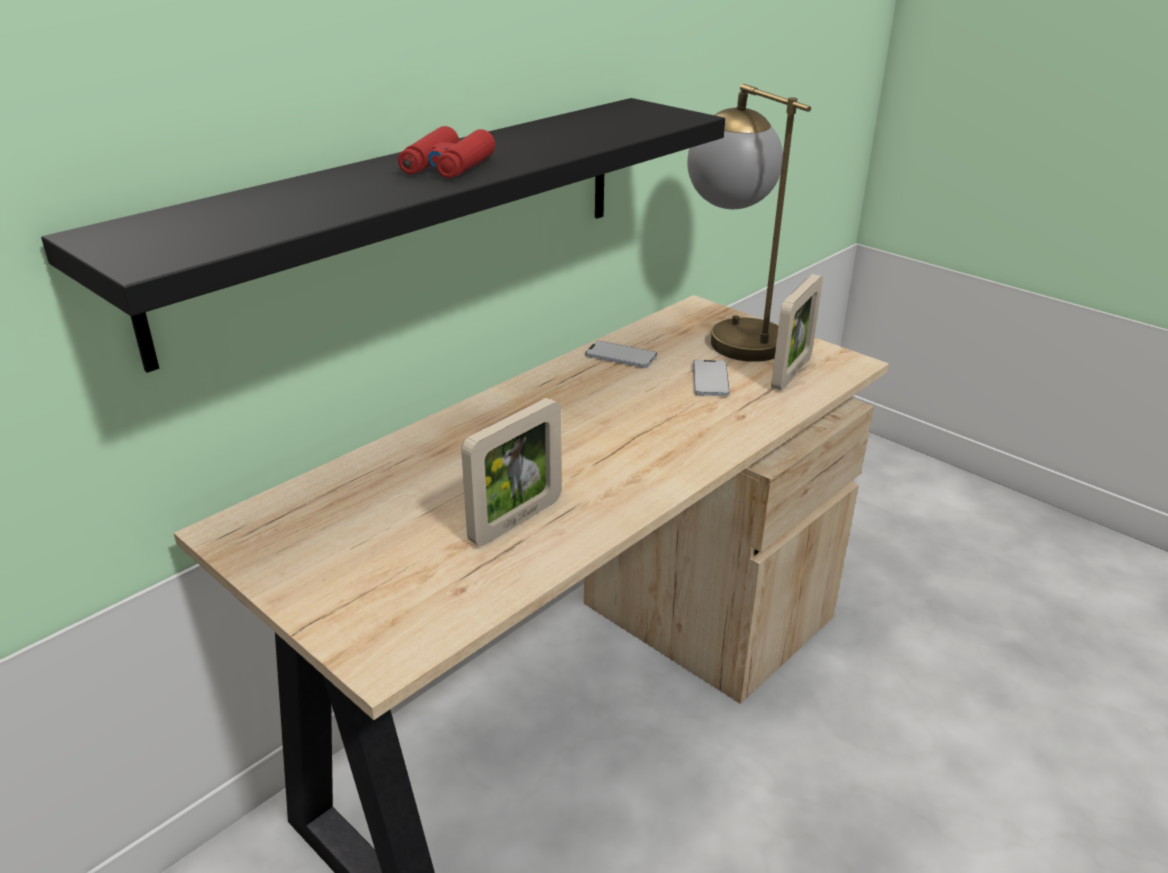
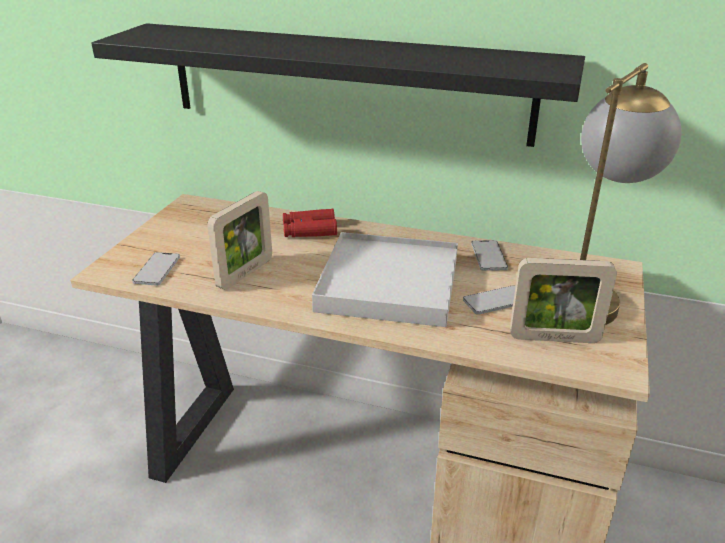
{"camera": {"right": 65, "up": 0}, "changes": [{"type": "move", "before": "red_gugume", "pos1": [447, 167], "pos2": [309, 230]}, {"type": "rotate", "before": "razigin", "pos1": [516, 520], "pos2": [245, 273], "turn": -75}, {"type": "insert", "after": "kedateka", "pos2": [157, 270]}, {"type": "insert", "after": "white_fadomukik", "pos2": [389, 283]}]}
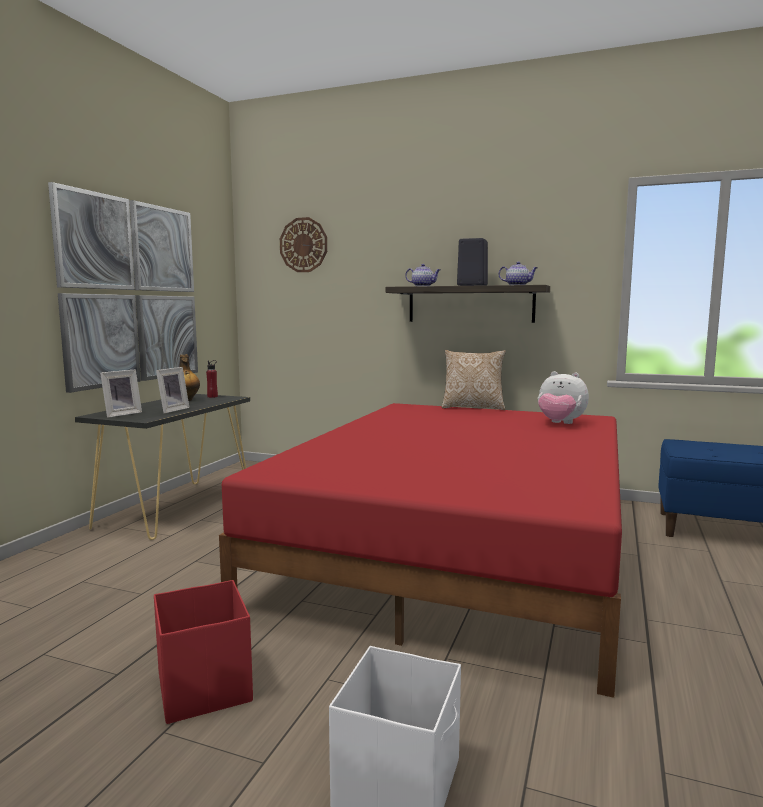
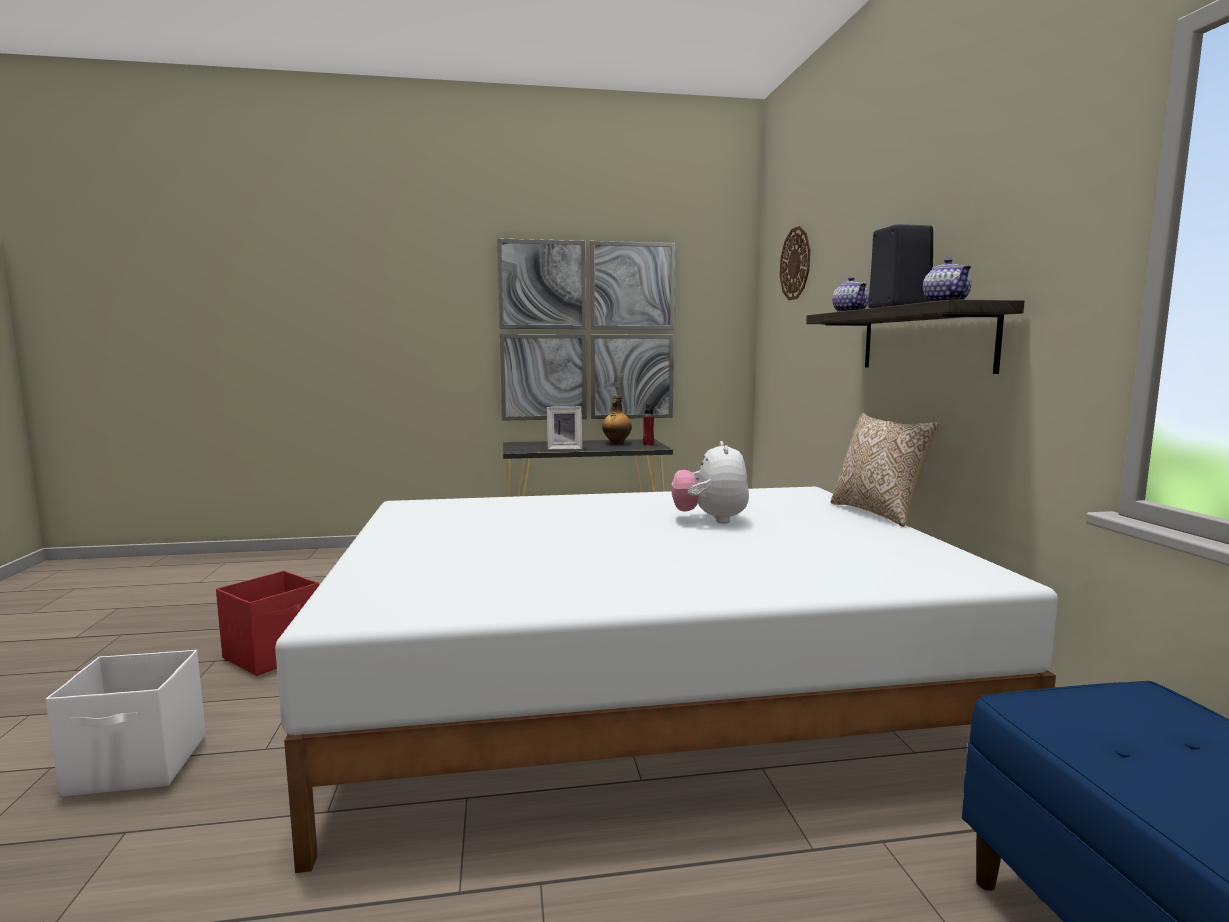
{"camera": {"right": 60, "up": 0}, "changes": [{"type": "delete", "before": "razigin", "pos1": [121, 414]}, {"type": "recolor", "before": "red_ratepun", "after": "white_ratepun", "pos1": [459, 549], "pos2": [644, 689]}, {"type": "move", "before": "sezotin", "pos1": [560, 423], "pos2": [710, 520]}]}
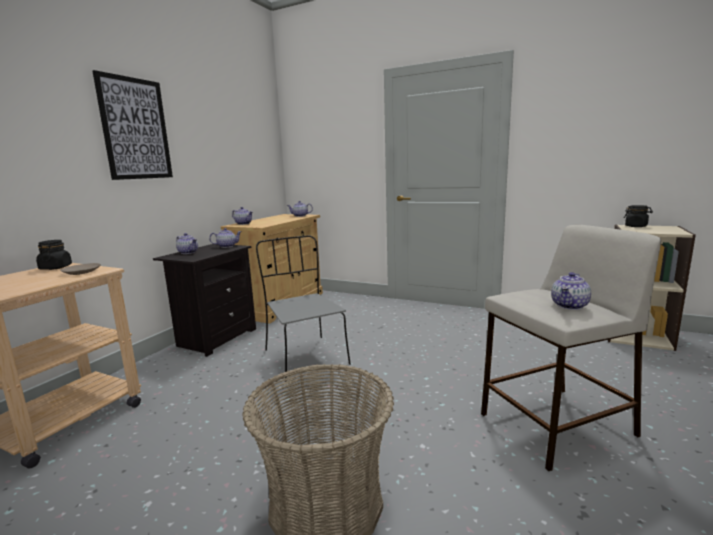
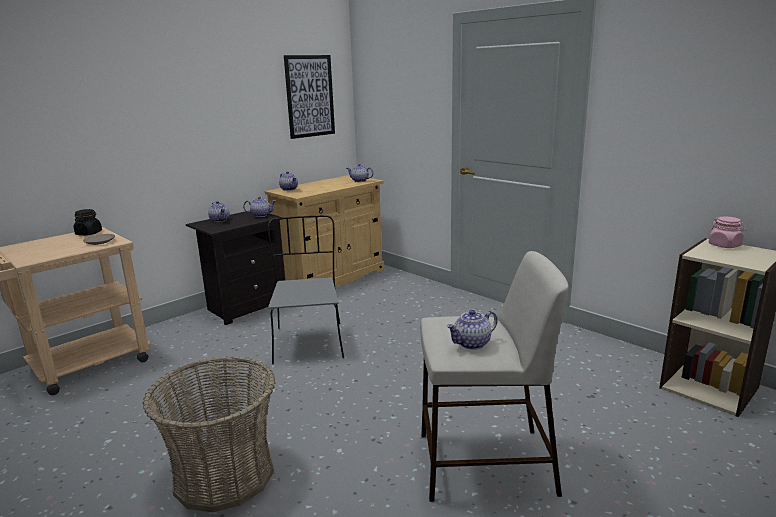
{"camera": {"right": 20, "up": 5}, "changes": [{"type": "move", "before": "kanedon", "pos1": [135, 129], "pos2": [310, 96]}, {"type": "recolor", "before": "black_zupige", "after": "pink_zupige", "pos1": [636, 226], "pos2": [724, 245]}]}
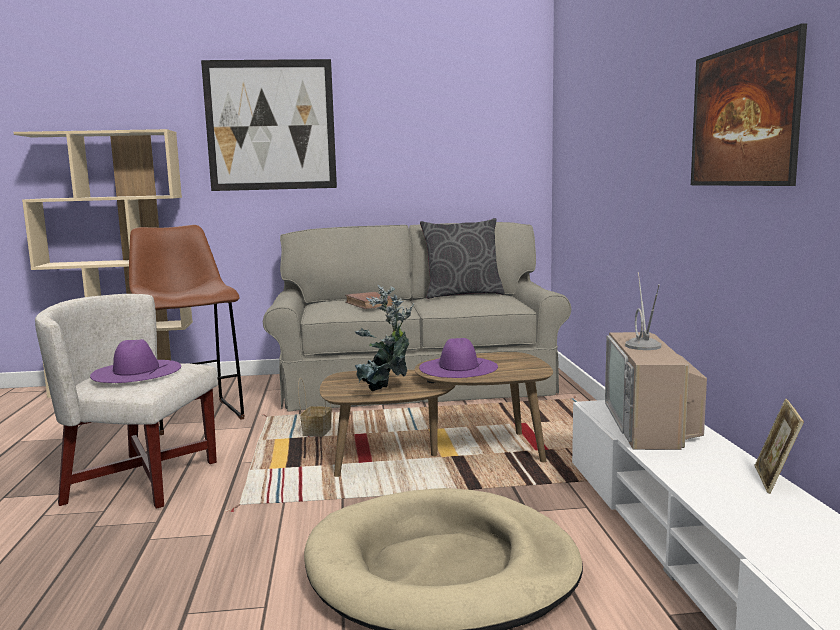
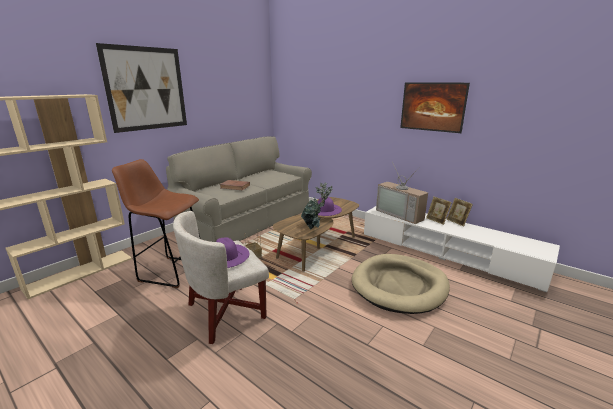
{"camera": {"right": -45, "up": 10}, "changes": [{"type": "delete", "before": "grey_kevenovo", "pos1": [462, 294]}, {"type": "insert", "after": "razigin", "pos2": [437, 220]}]}
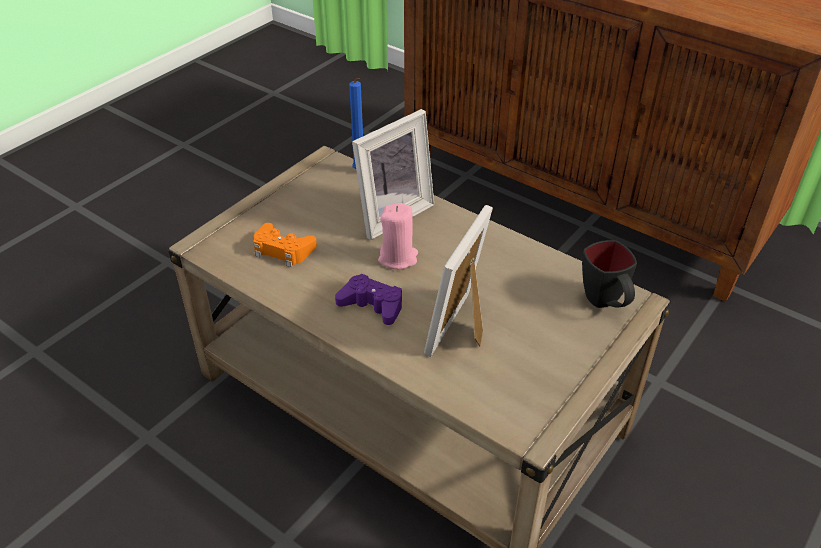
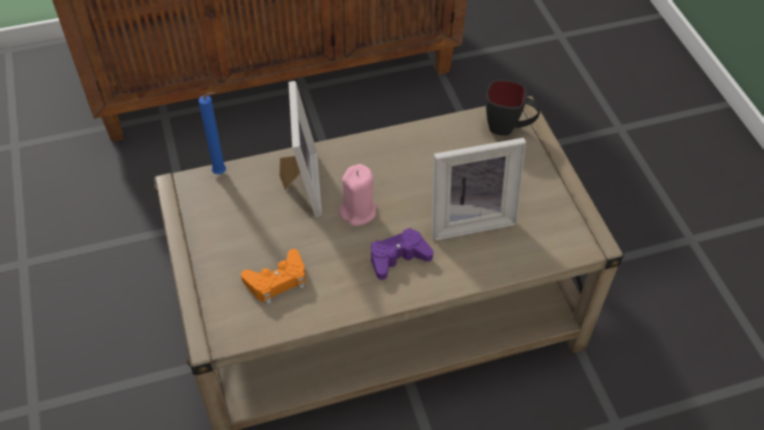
{"camera": {"right": -55, "up": 10}, "changes": [{"type": "rotate", "before": "razigin", "pos1": [464, 328], "pos2": [469, 218], "turn": -75}]}
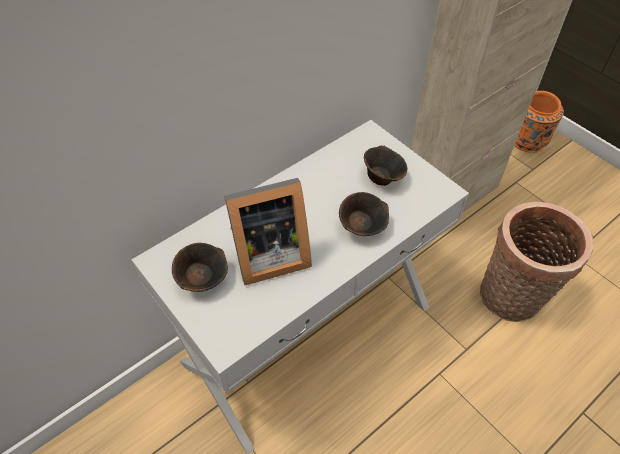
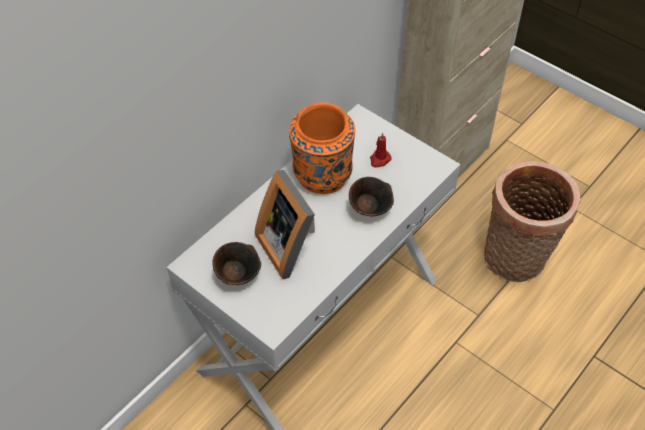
{"camera": {"right": -10, "up": 0}, "changes": [{"type": "rotate", "before": "razigin", "pos1": [267, 255], "pos2": [290, 246], "turn": 90}, {"type": "replace", "before": "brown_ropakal", "after": "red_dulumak", "pos1": [382, 177], "pos2": [379, 160]}, {"type": "move", "before": "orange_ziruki", "pos1": [527, 142], "pos2": [322, 176]}]}
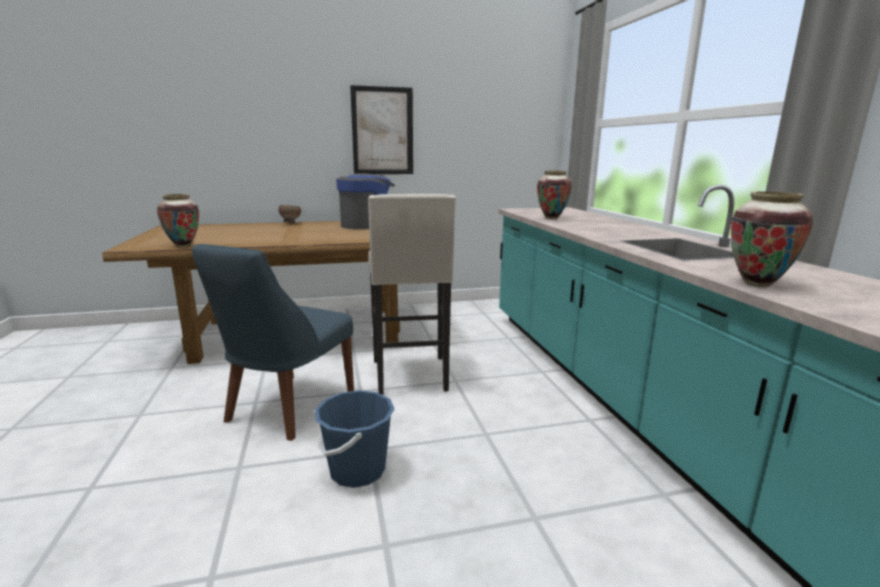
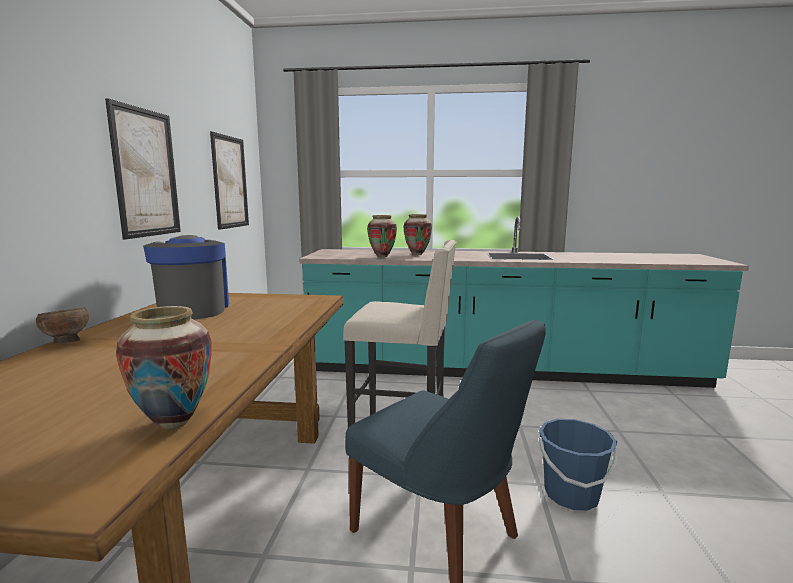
{"camera": {"right": -70, "up": -5}, "changes": [{"type": "move", "before": "ziruki", "pos1": [757, 284], "pos2": [417, 254]}, {"type": "insert", "after": "kanedon", "pos2": [230, 182]}]}
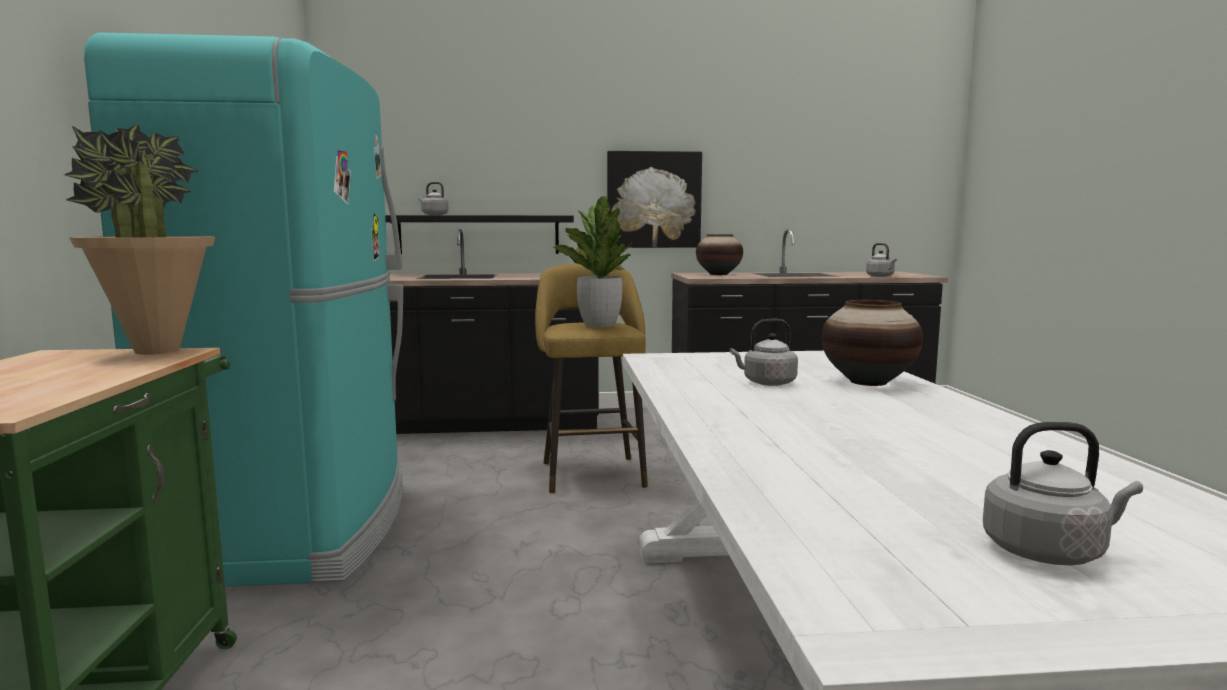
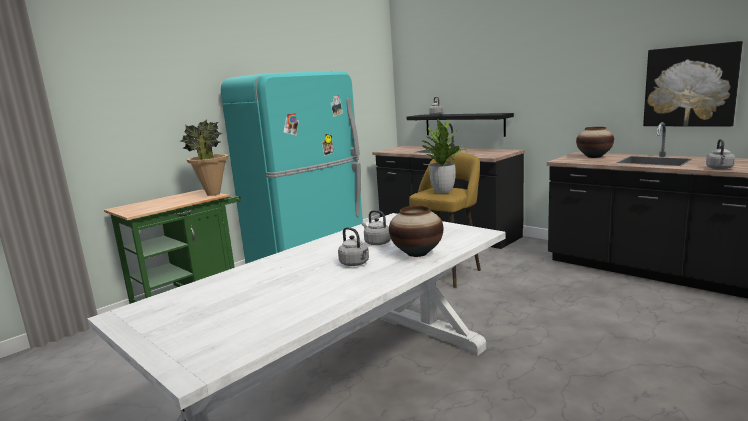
{"camera": {"right": 50, "up": 5}, "changes": [{"type": "move", "before": "kanedon", "pos1": [653, 200], "pos2": [690, 86]}, {"type": "move", "before": "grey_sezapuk", "pos1": [1048, 551], "pos2": [355, 264]}]}
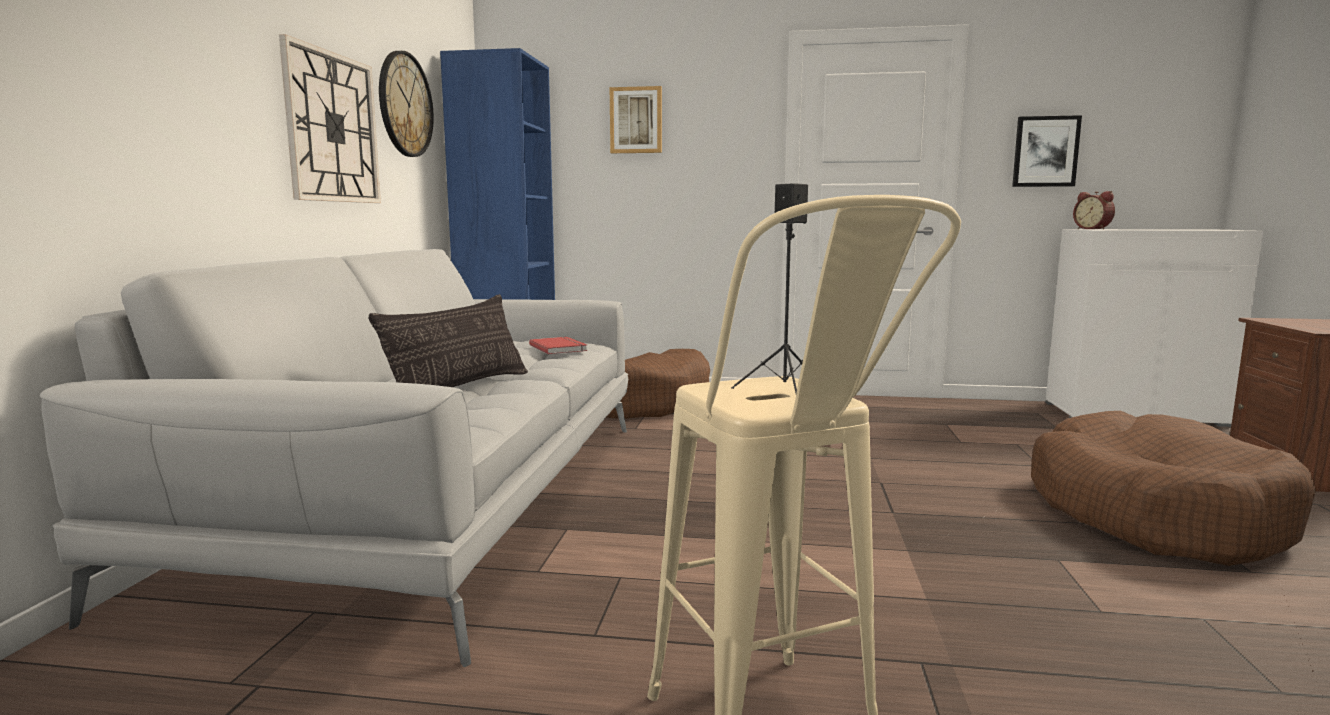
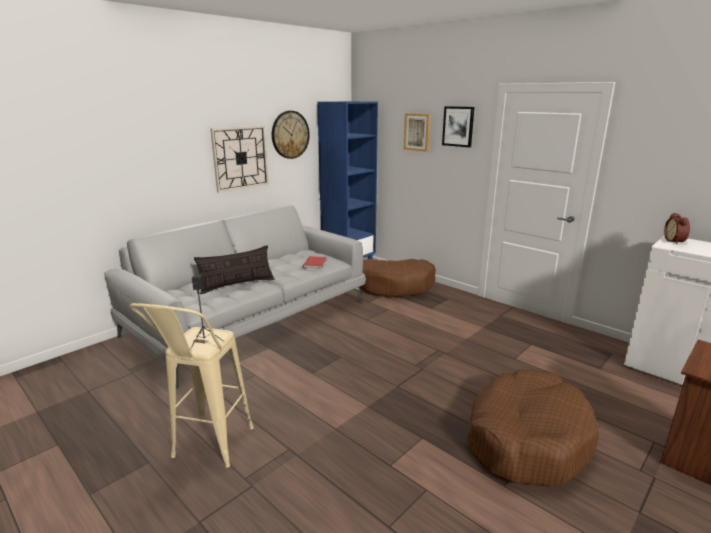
{"camera": {"right": 35, "up": 10}, "changes": [{"type": "move", "before": "kanedon", "pos1": [1045, 151], "pos2": [458, 126]}]}
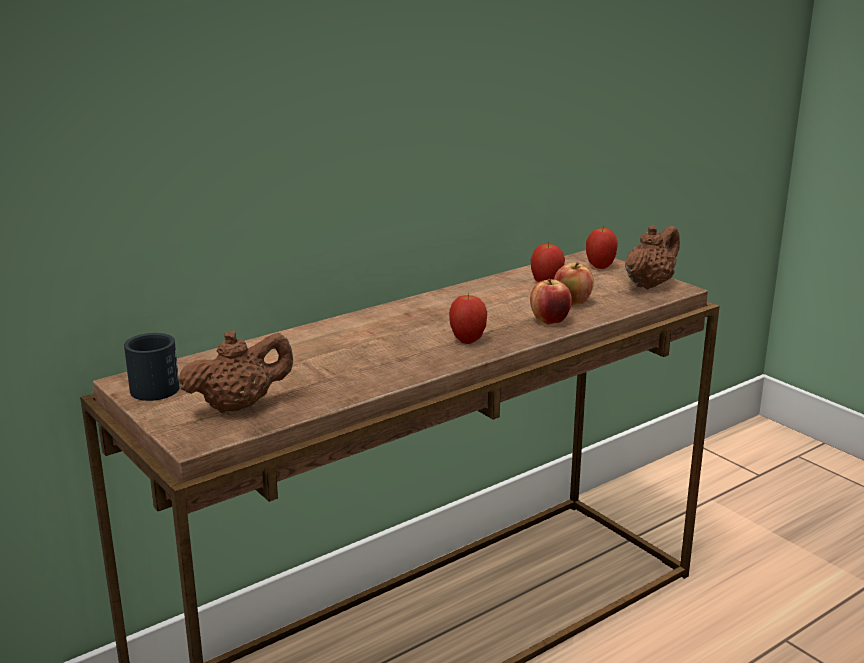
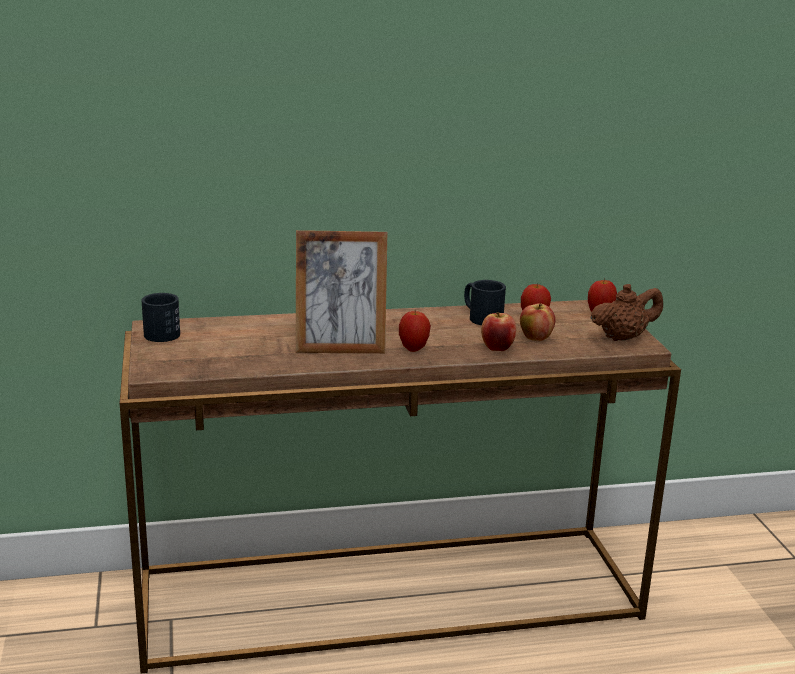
{"camera": {"right": 25, "up": 0}, "changes": [{"type": "delete", "before": "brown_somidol", "pos1": [239, 406]}, {"type": "insert", "after": "razigin", "pos2": [340, 348]}, {"type": "insert", "after": "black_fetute", "pos2": [481, 317]}]}
